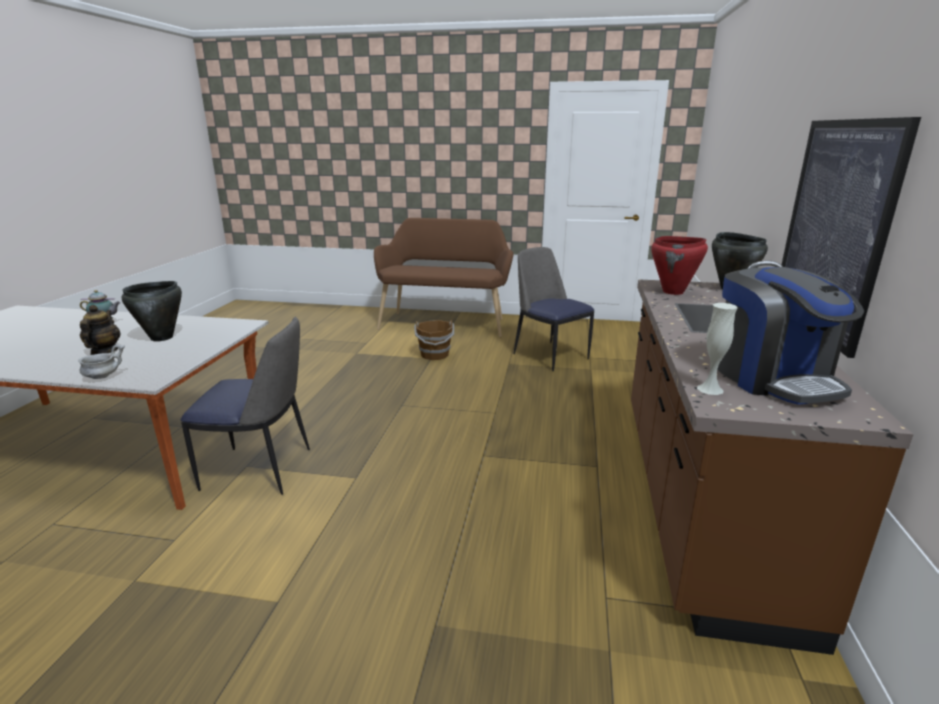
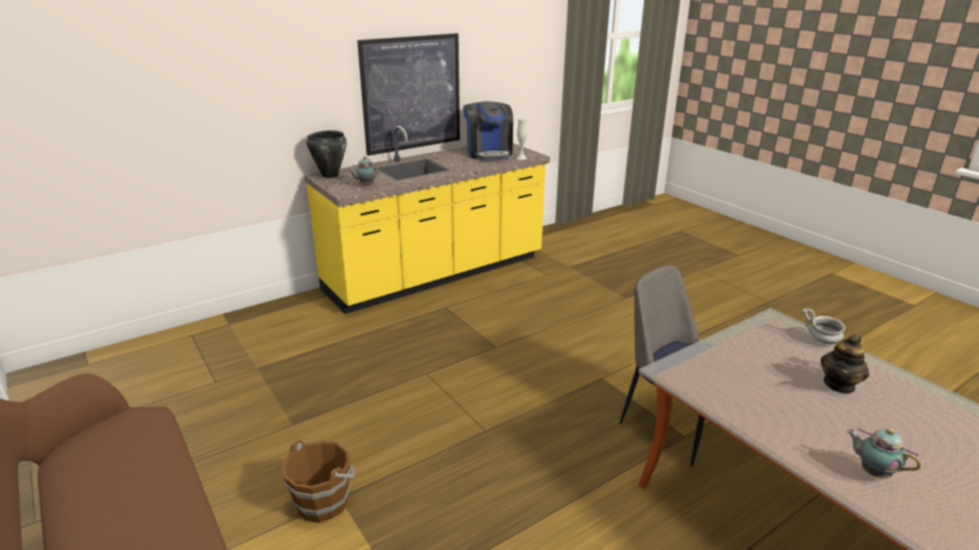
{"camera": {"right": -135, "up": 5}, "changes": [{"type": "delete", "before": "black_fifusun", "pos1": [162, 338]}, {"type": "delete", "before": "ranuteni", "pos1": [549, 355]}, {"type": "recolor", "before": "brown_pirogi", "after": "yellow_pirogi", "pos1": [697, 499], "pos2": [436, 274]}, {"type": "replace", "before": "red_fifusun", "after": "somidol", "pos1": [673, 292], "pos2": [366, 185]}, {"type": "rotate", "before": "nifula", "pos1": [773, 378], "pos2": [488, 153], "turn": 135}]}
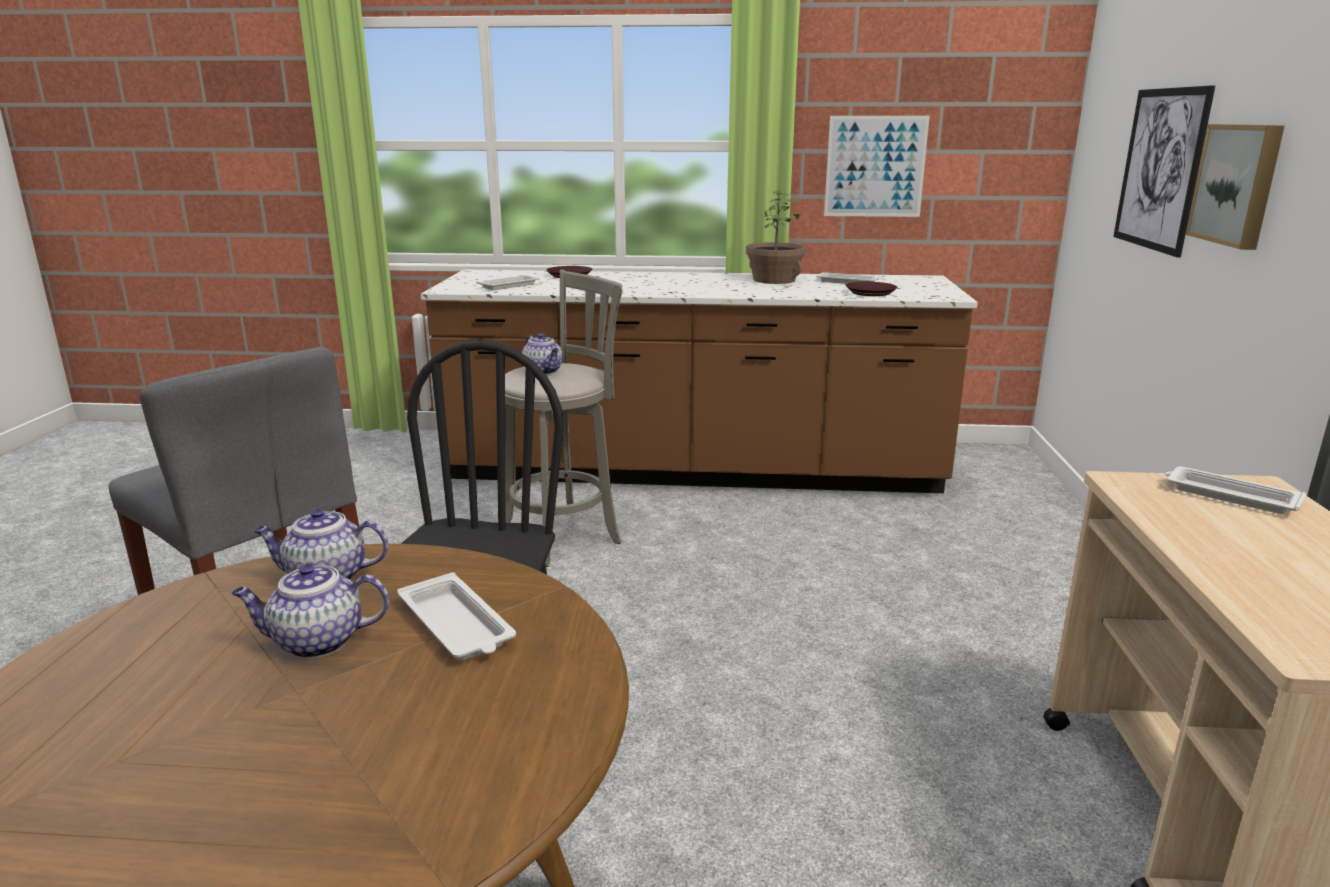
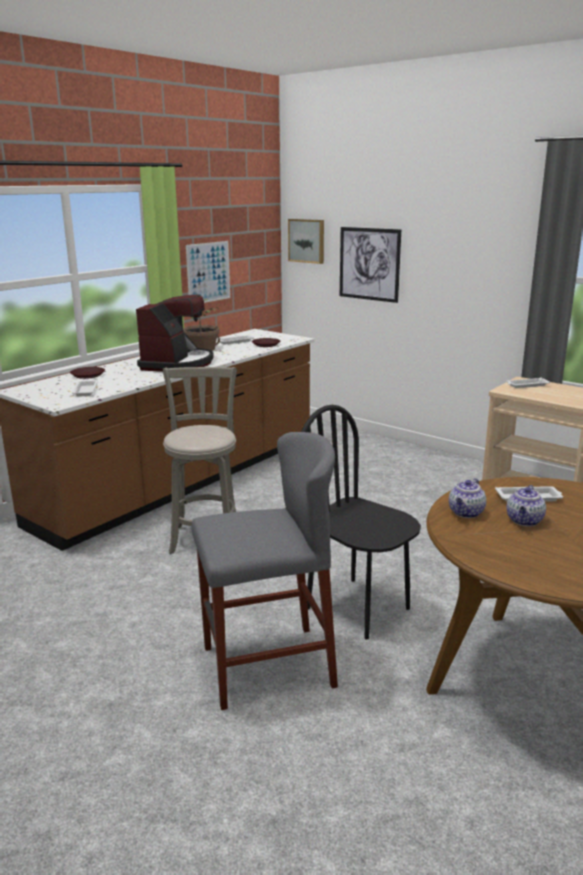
{"camera": {"right": -55, "up": 0}, "changes": [{"type": "delete", "before": "somidol", "pos1": [544, 371]}, {"type": "move", "before": "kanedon", "pos1": [1238, 184], "pos2": [307, 241]}, {"type": "insert", "after": "nifula", "pos2": [177, 363]}]}
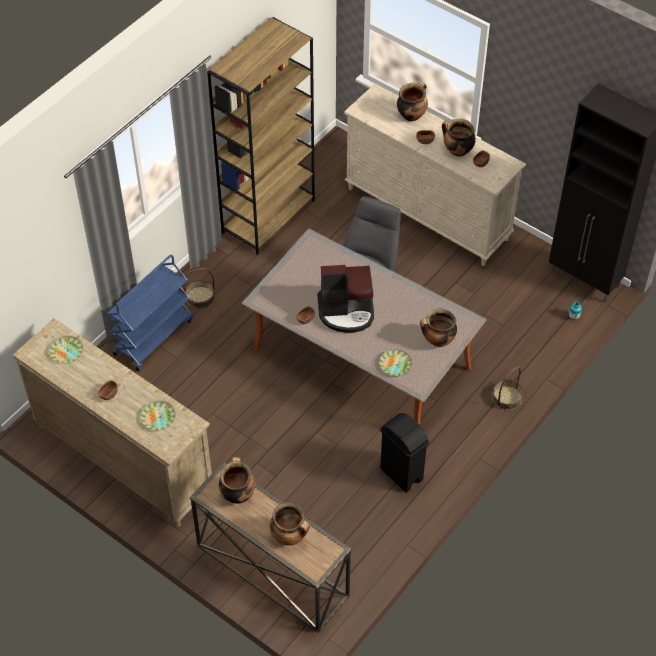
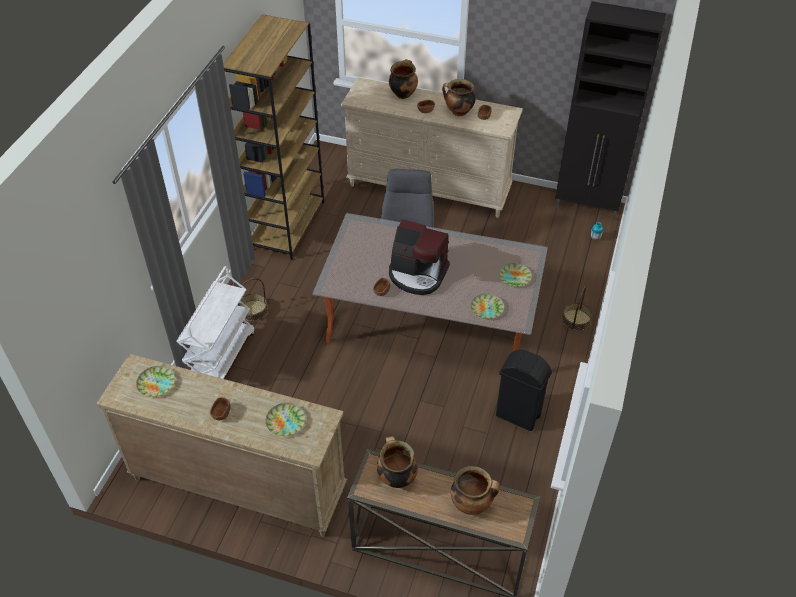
{"camera": {"right": -20, "up": -5}, "changes": [{"type": "recolor", "before": "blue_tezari", "after": "white_tezari", "pos1": [153, 336], "pos2": [221, 358]}, {"type": "rotate", "before": "nifula", "pos1": [346, 311], "pos2": [417, 274], "turn": 45}, {"type": "replace", "before": "fifusun", "after": "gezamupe", "pos1": [437, 341], "pos2": [515, 277]}]}
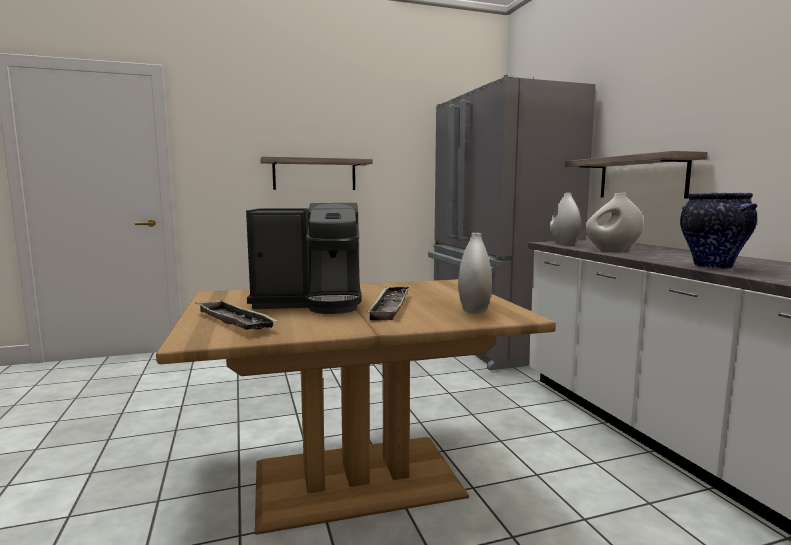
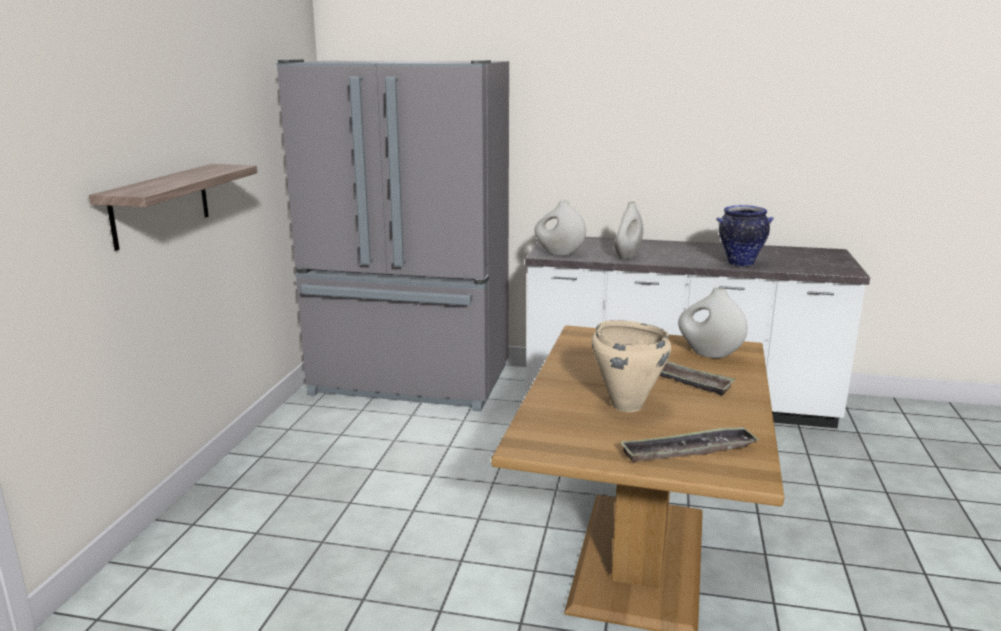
{"camera": {"right": -60, "up": 10}, "changes": [{"type": "replace", "before": "nifula", "after": "beige_fifusun", "pos1": [311, 302], "pos2": [626, 405]}, {"type": "delete", "before": "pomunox", "pos1": [641, 177]}]}
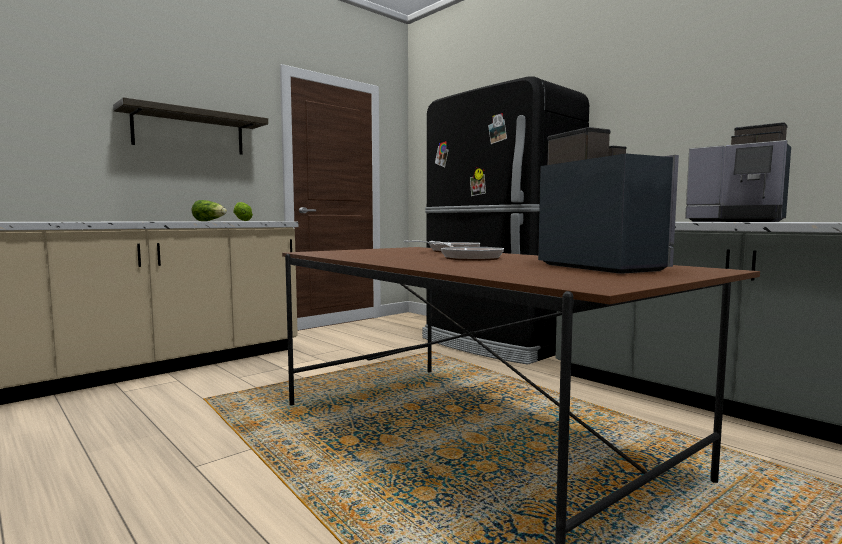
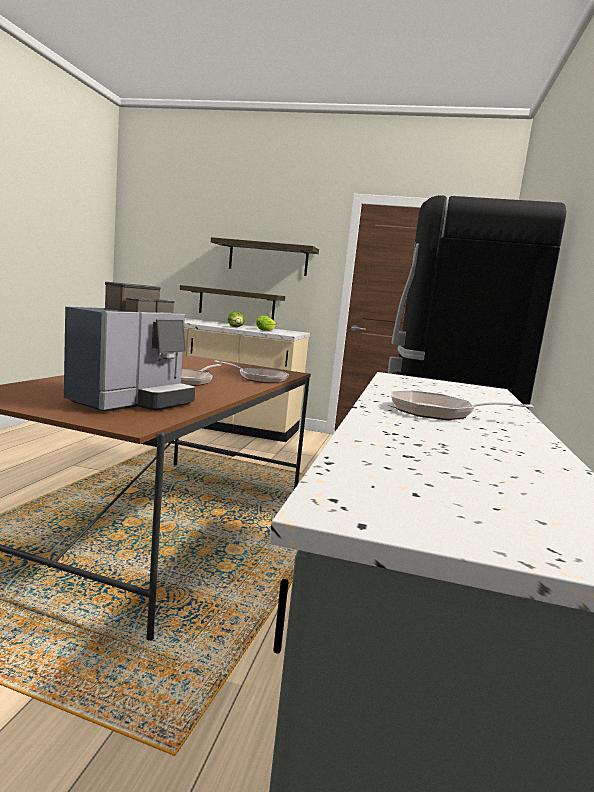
{"camera": {"right": 55, "up": 5}, "changes": [{"type": "replace", "before": "nifula", "after": "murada", "pos1": [738, 221], "pos2": [438, 413]}, {"type": "insert", "after": "pomunox", "pos2": [236, 304]}]}
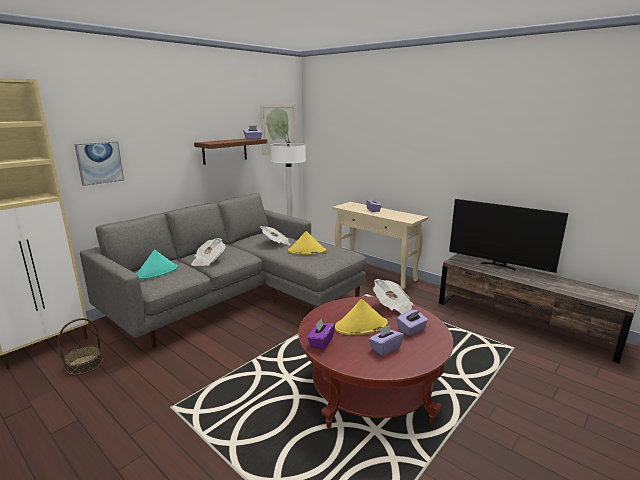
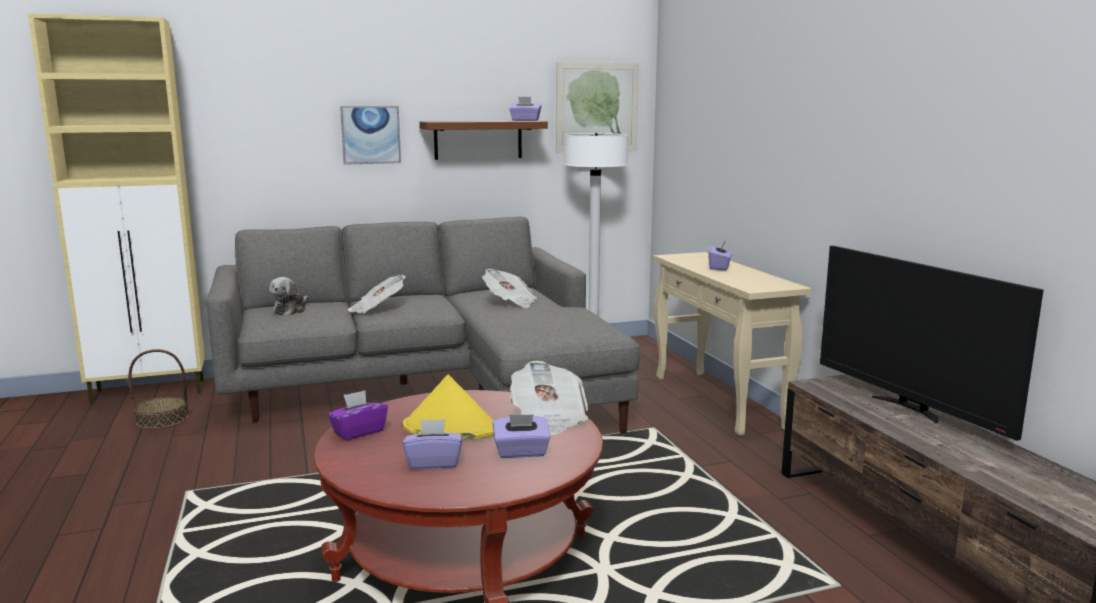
{"camera": {"right": 30, "up": -5}, "changes": [{"type": "move", "before": "kanedon", "pos1": [99, 163], "pos2": [370, 135]}, {"type": "replace", "before": "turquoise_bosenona", "after": "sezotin", "pos1": [157, 272], "pos2": [290, 310]}, {"type": "delete", "before": "yellow_bosenona", "pos1": [306, 251]}]}
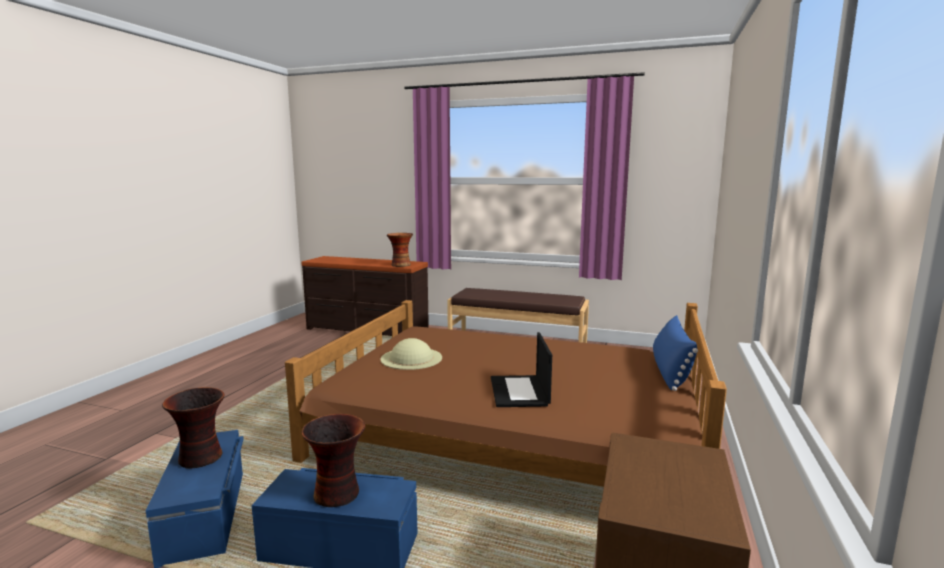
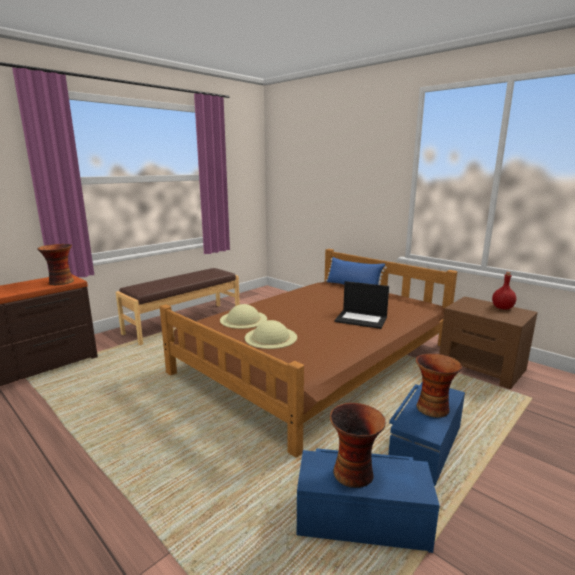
{"camera": {"right": -65, "up": 5}, "changes": [{"type": "insert", "after": "beige_bosenona", "pos2": [243, 319]}, {"type": "insert", "after": "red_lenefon", "pos2": [502, 308]}]}
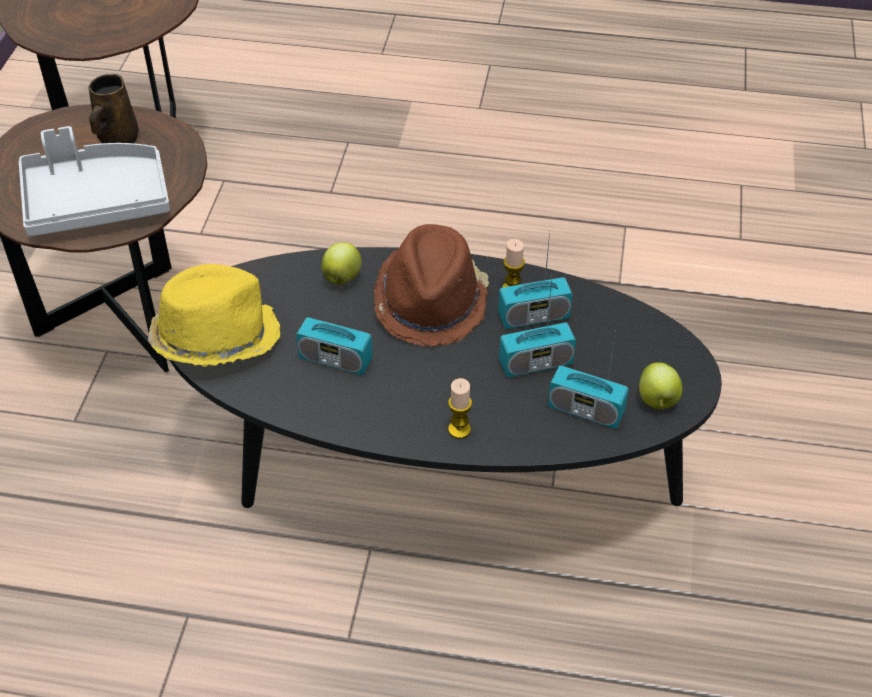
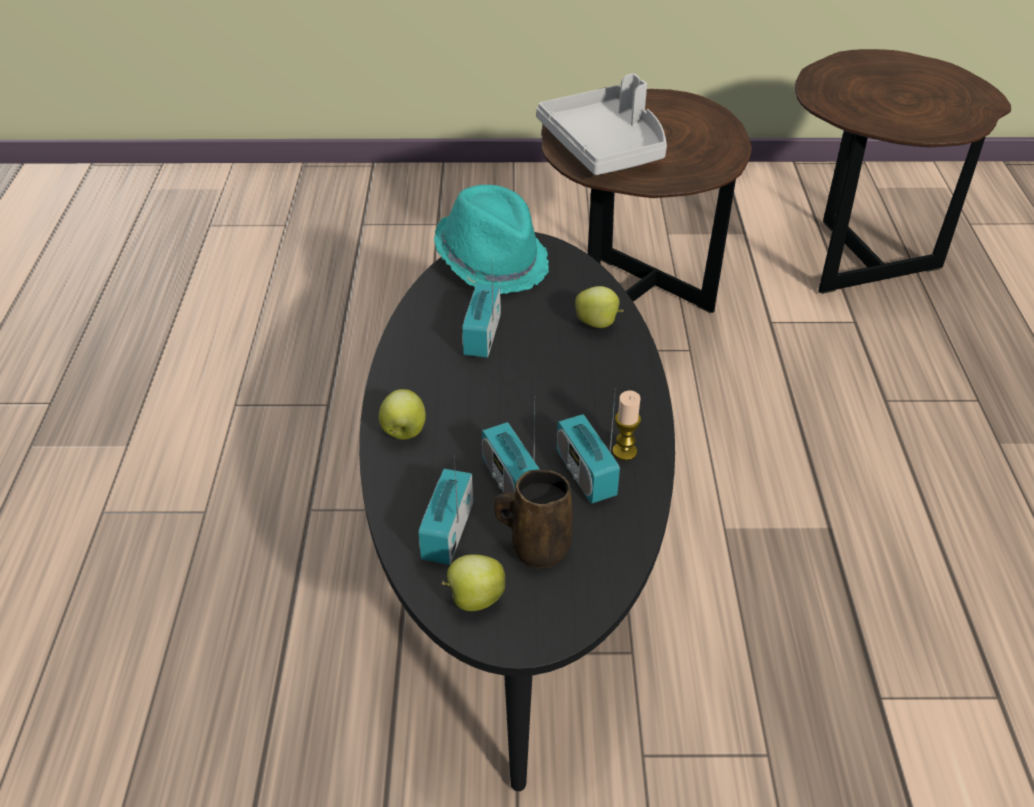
{"camera": {"right": 80, "up": -5}, "changes": [{"type": "move", "before": "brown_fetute", "pos1": [117, 139], "pos2": [537, 547]}, {"type": "recolor", "before": "yellow_bosenona", "after": "turquoise_bosenona", "pos1": [215, 337], "pos2": [492, 261]}, {"type": "delete", "before": "brown_bosenona", "pos1": [432, 301]}, {"type": "replace", "before": "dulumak", "after": "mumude", "pos1": [459, 429], "pos2": [404, 432]}]}
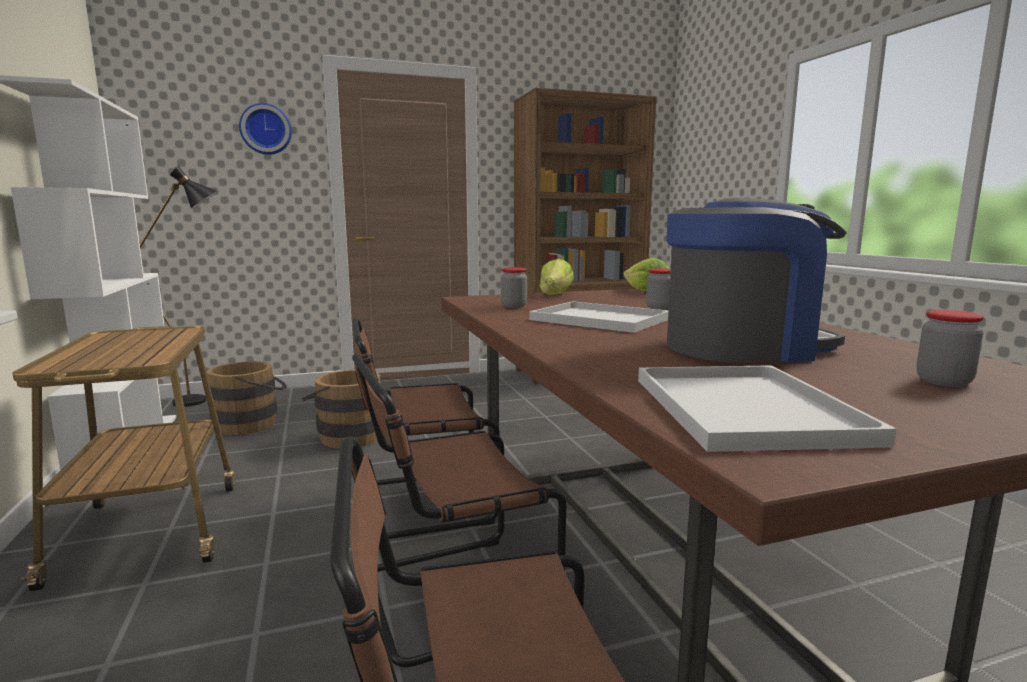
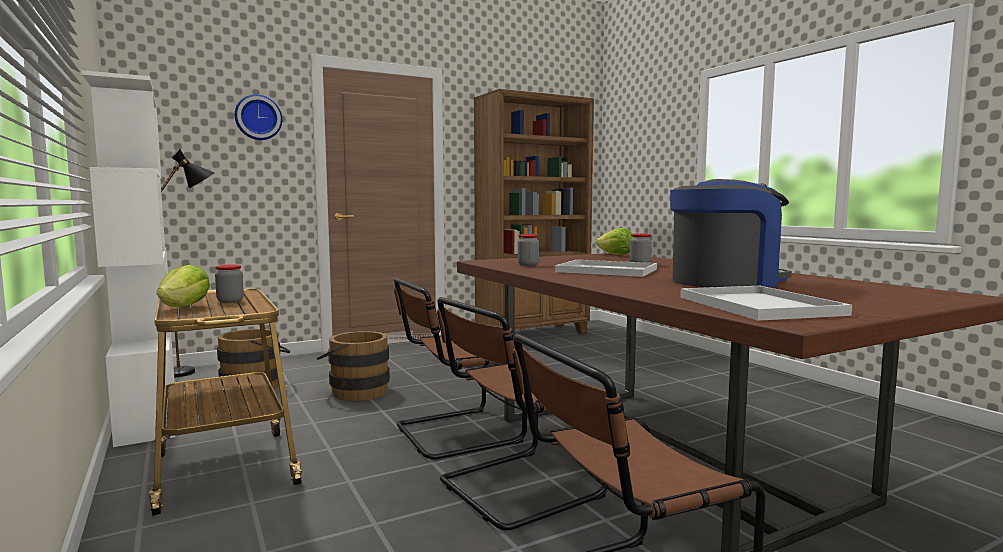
{"camera": {"right": -10, "up": -5}, "changes": [{"type": "move", "before": "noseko", "pos1": [555, 294], "pos2": [185, 306]}, {"type": "move", "before": "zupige", "pos1": [943, 381], "pos2": [230, 301]}]}
